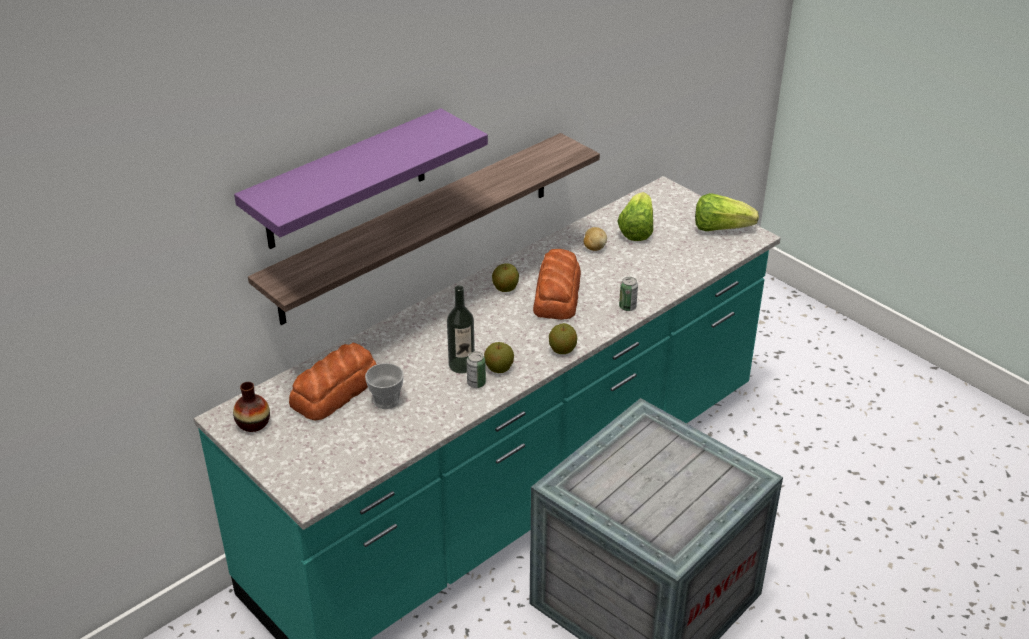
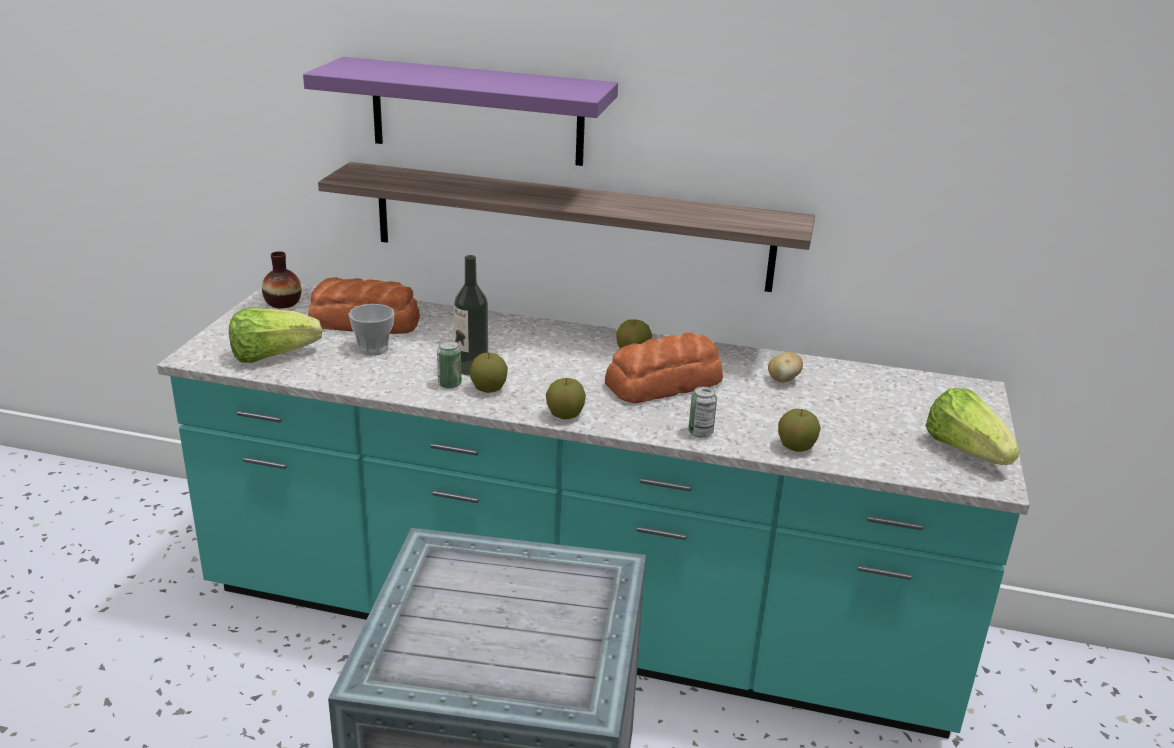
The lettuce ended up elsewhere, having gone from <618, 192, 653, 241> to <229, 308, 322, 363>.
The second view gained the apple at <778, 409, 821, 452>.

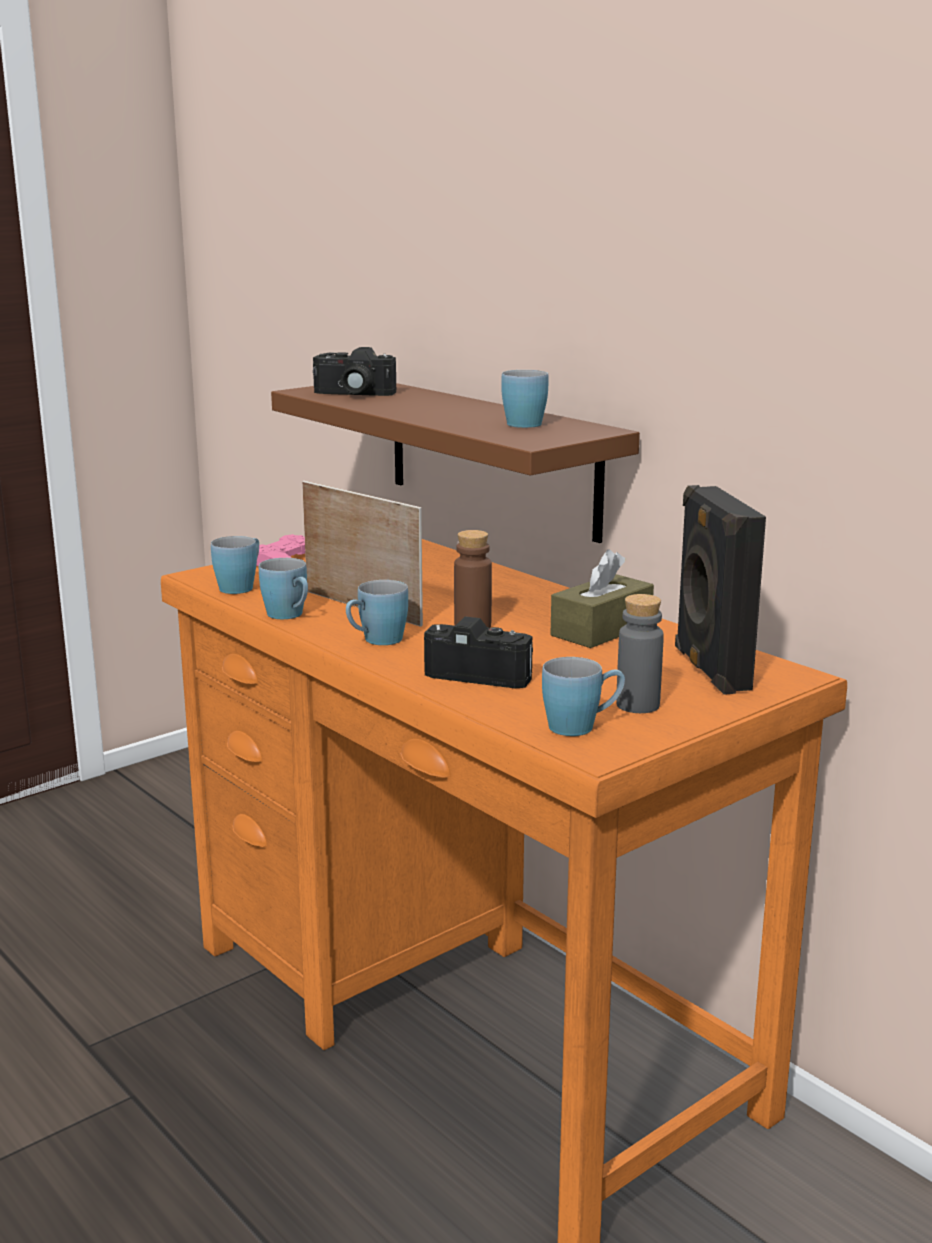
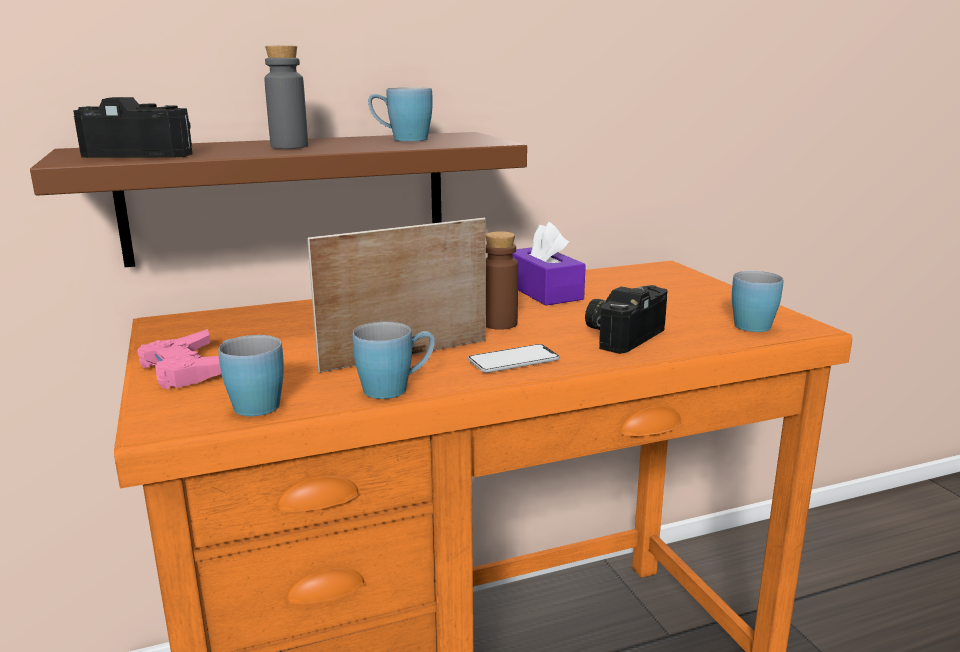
The still camera at <313, 347, 397, 396> ended up facing another way, 120 degrees counterclockwise from before.
The beverage bottle in greyish ended up elsewhere, having gone from <616, 594, 664, 713> to <264, 46, 308, 149>.
Where the mug in blue-coloured stood at <346, 580, 408, 645>, the telephone came to stand at <468, 344, 560, 373>.
What was the tissue box in brown-coloured at <551, 549, 654, 648> turned into the tissue box in purple at <513, 222, 586, 306>.
The second view lost the speaker in black-coloured at <675, 485, 766, 695>.

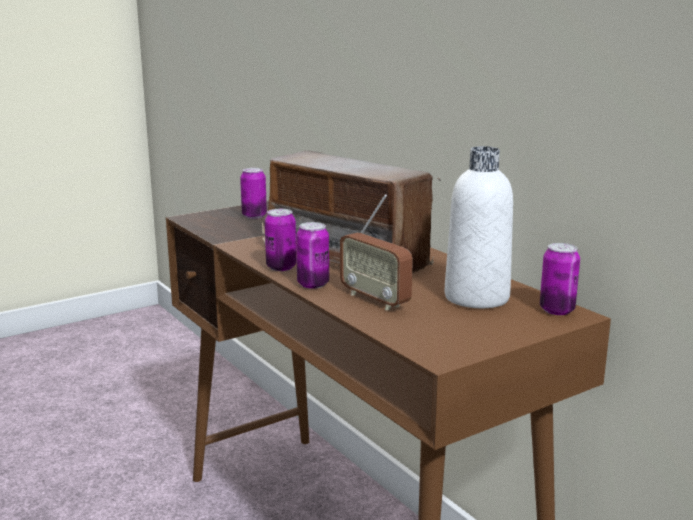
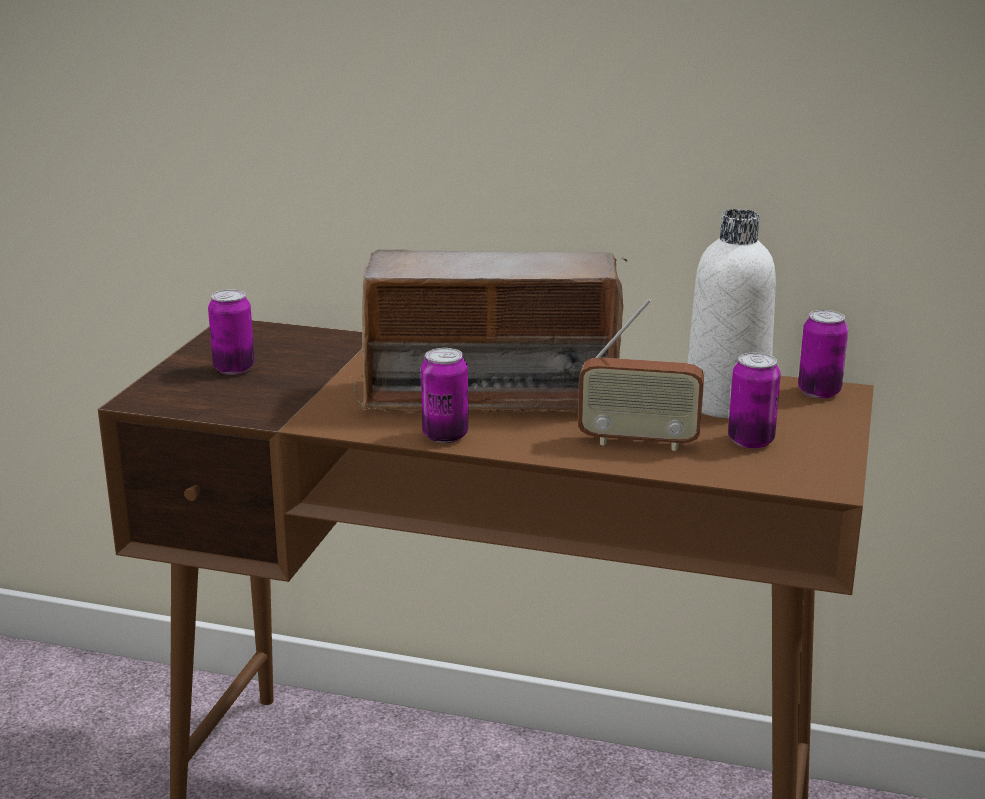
The sealed can ended up elsewhere, having gone from <296, 222, 329, 289> to <728, 353, 781, 449>.

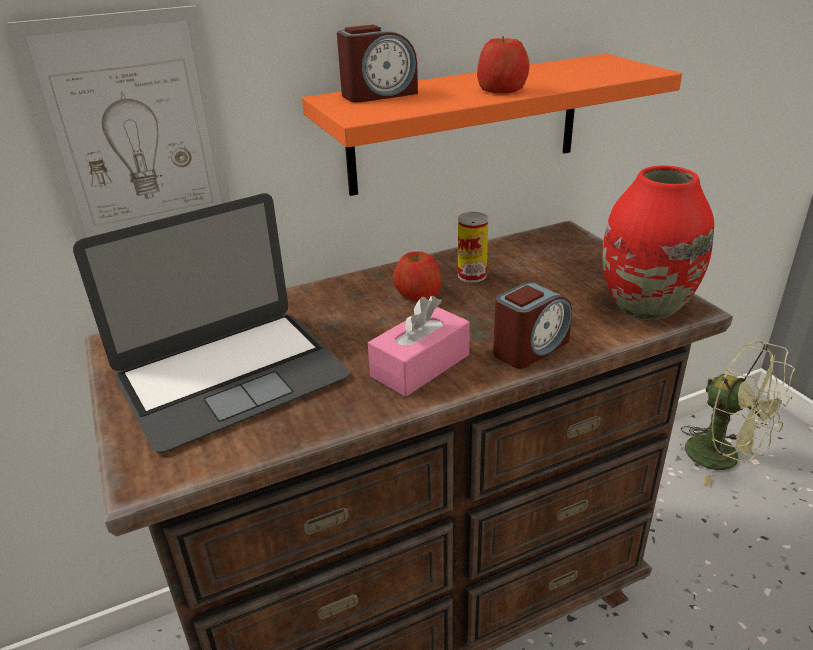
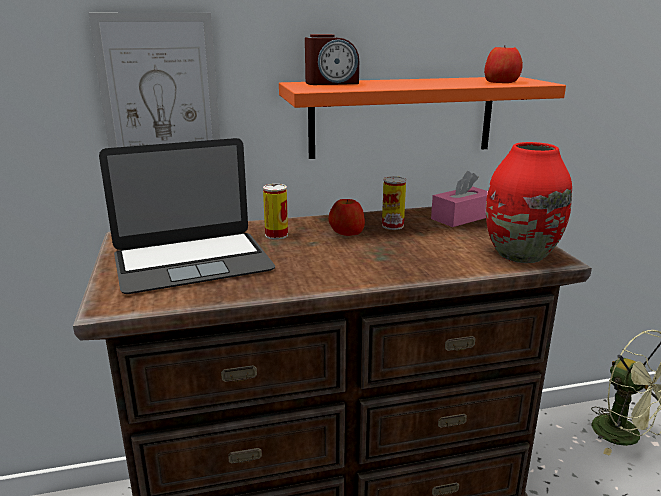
The second view gained the sealed can at <263, 184, 288, 240>.
The tissue box in pinkish ended up elsewhere, having gone from <368, 296, 470, 397> to <431, 171, 488, 227>.
The apple ended up elsewhere, having gone from <477, 36, 529, 93> to <484, 45, 523, 83>.
The second view lost the table clock at <493, 282, 572, 369>.

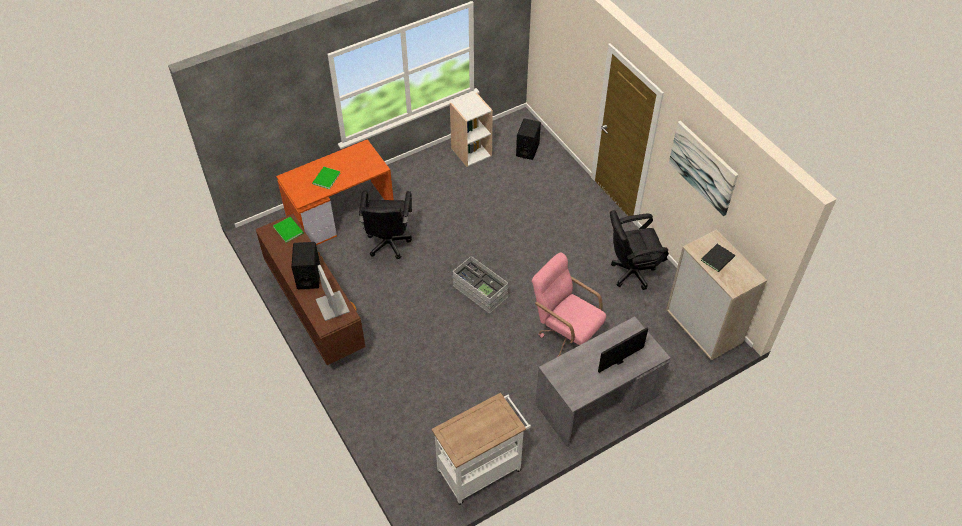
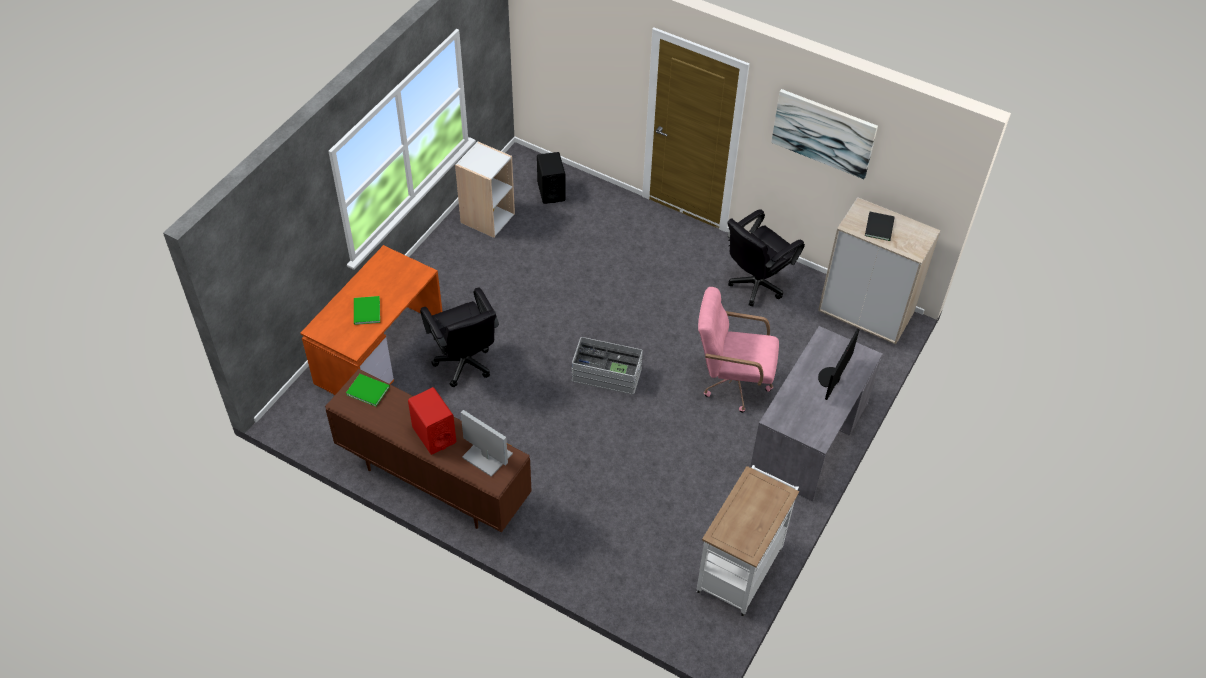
What was the speaker in black-coloured at <291, 242, 320, 289> turned into the speaker in red-coloured at <408, 387, 456, 455>.

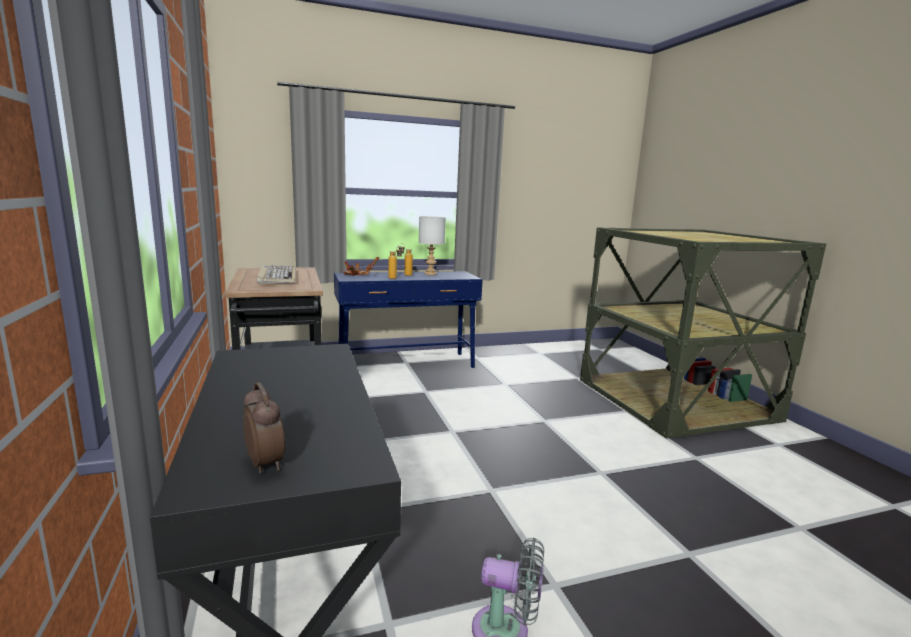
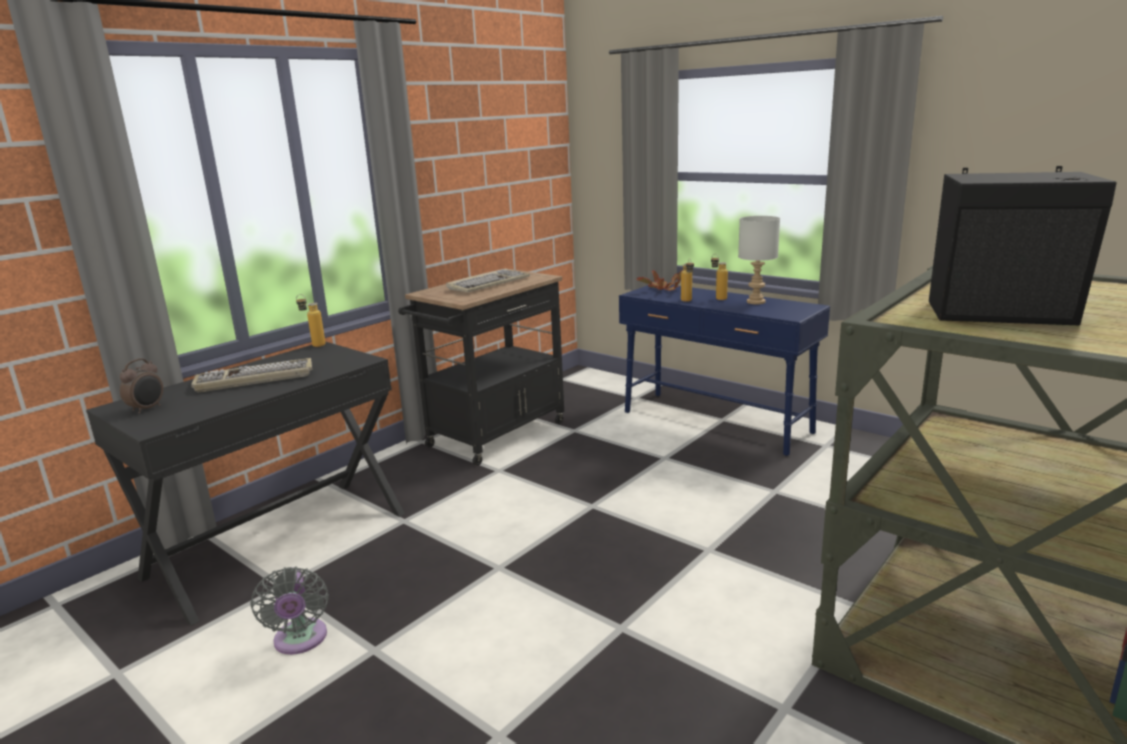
The second view gained the computer keyboard at <191, 358, 312, 393>.
The second view gained the beverage bottle at <296, 294, 326, 347>.
The second view gained the speaker in black-coloured at <929, 166, 1117, 325>.

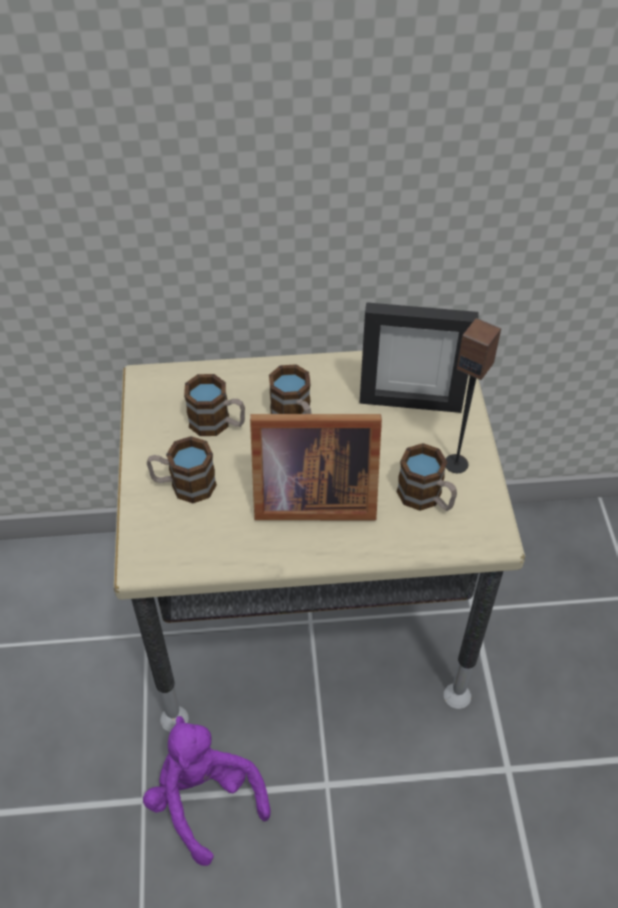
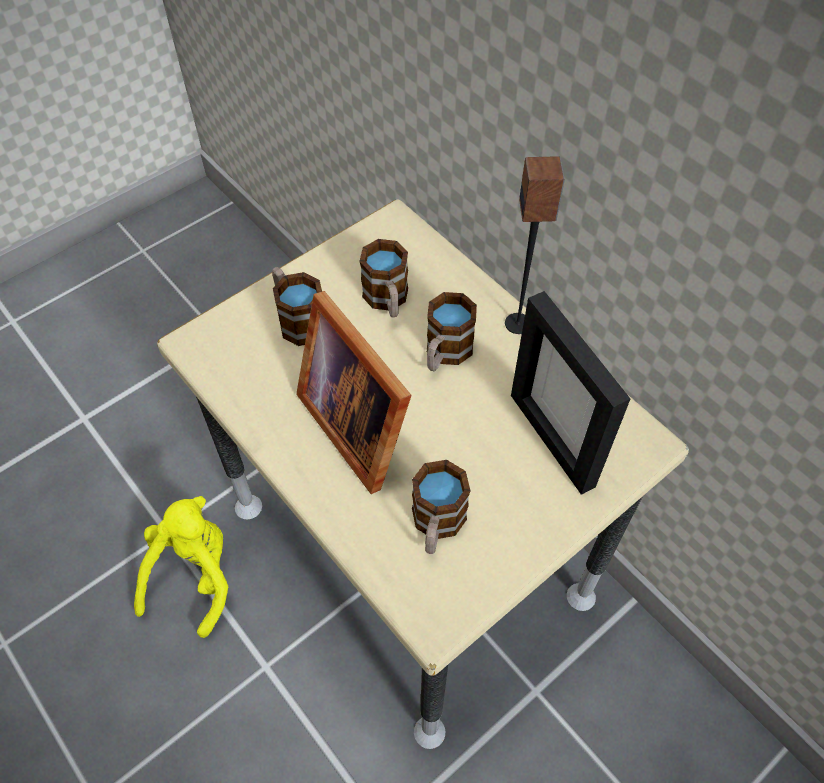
What was the cuddly toy in purple at <143, 716, 270, 866> turned into the cuddly toy in yellowish at <134, 496, 229, 638>.
The speaker ended up elsewhere, having gone from <446, 318, 501, 473> to <505, 156, 565, 334>.

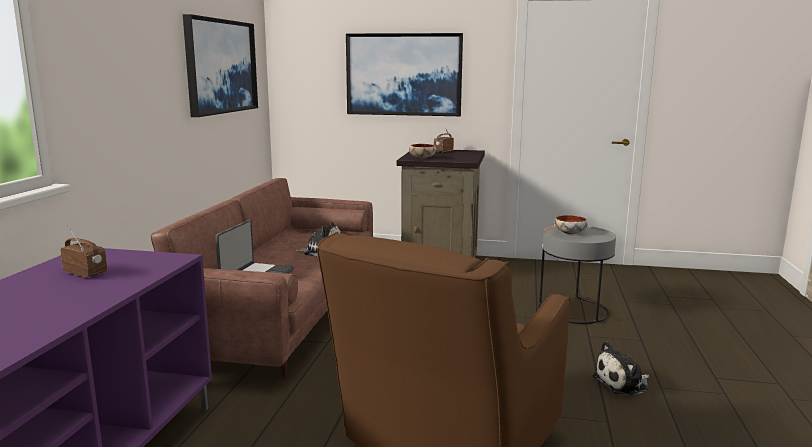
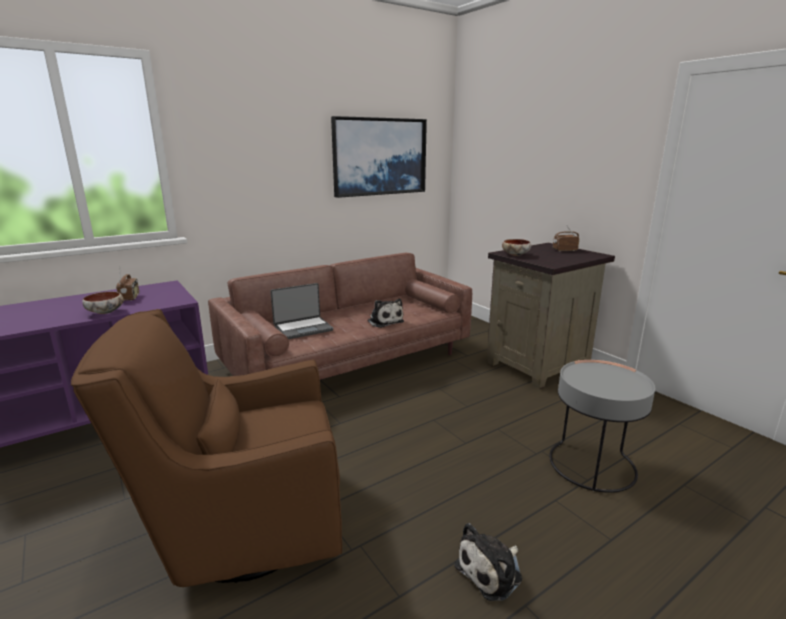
The serving bowl ended up elsewhere, having gone from <554, 215, 588, 234> to <82, 292, 124, 314>.
The cuddly toy at <592, 341, 650, 396> ended up facing another way, 60 degrees counterclockwise from before.
The second view lost the wall art at <346, 33, 463, 116>.

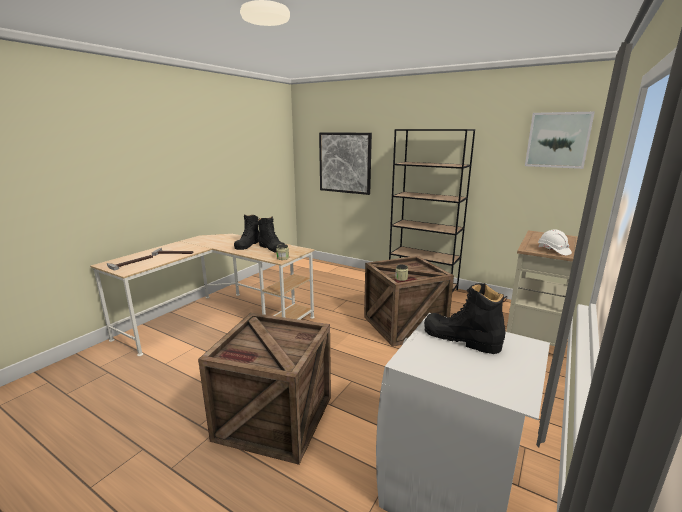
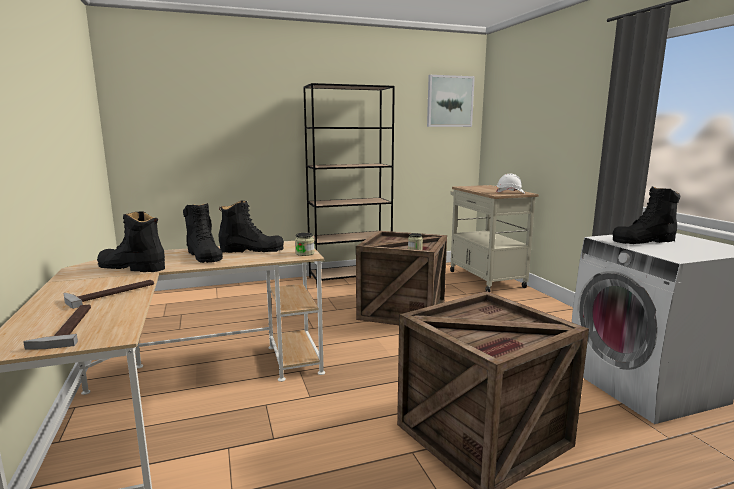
The second view gained the boot in black-coloured at <97, 211, 165, 272>.
The second view lost the wall art at <319, 132, 372, 195>.

